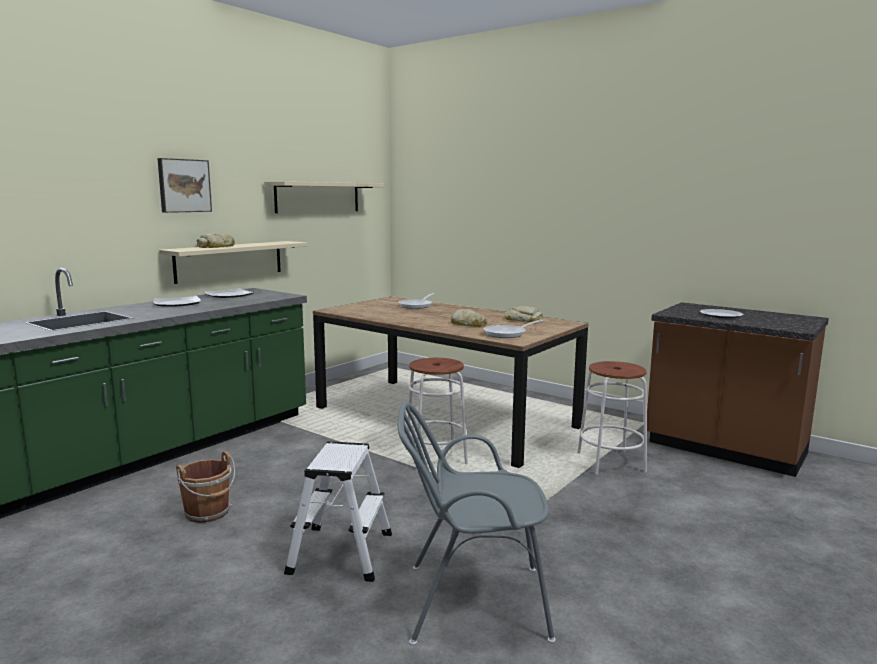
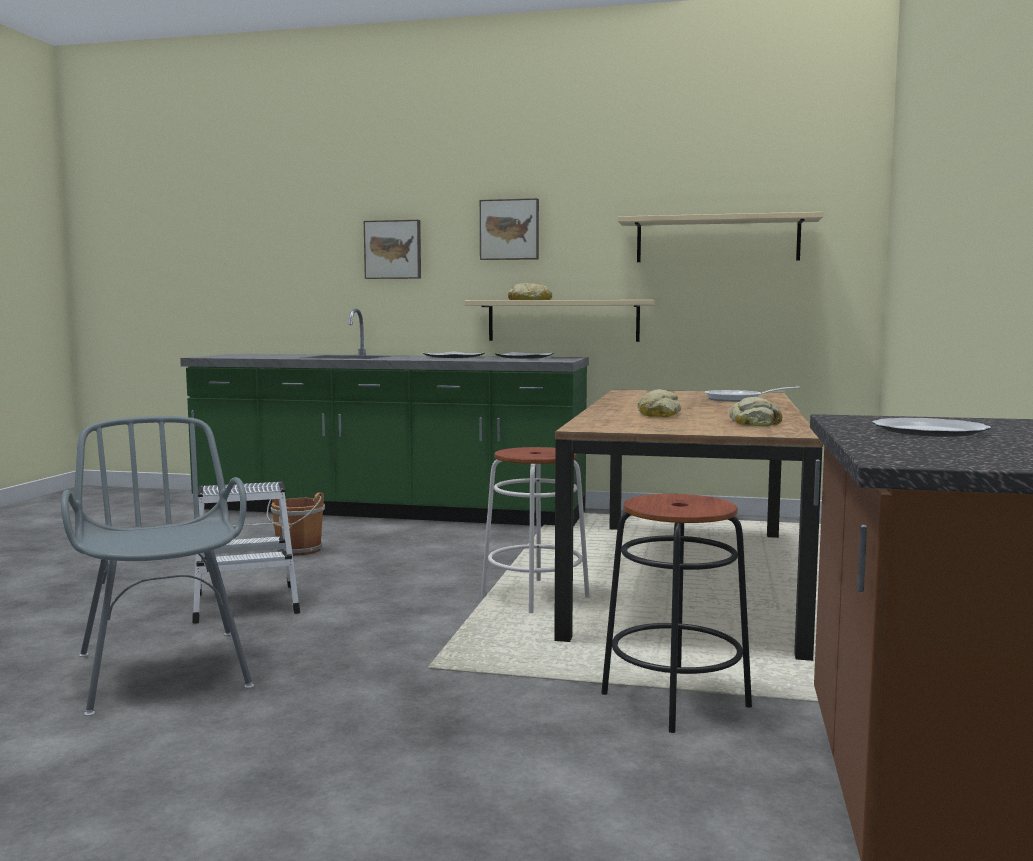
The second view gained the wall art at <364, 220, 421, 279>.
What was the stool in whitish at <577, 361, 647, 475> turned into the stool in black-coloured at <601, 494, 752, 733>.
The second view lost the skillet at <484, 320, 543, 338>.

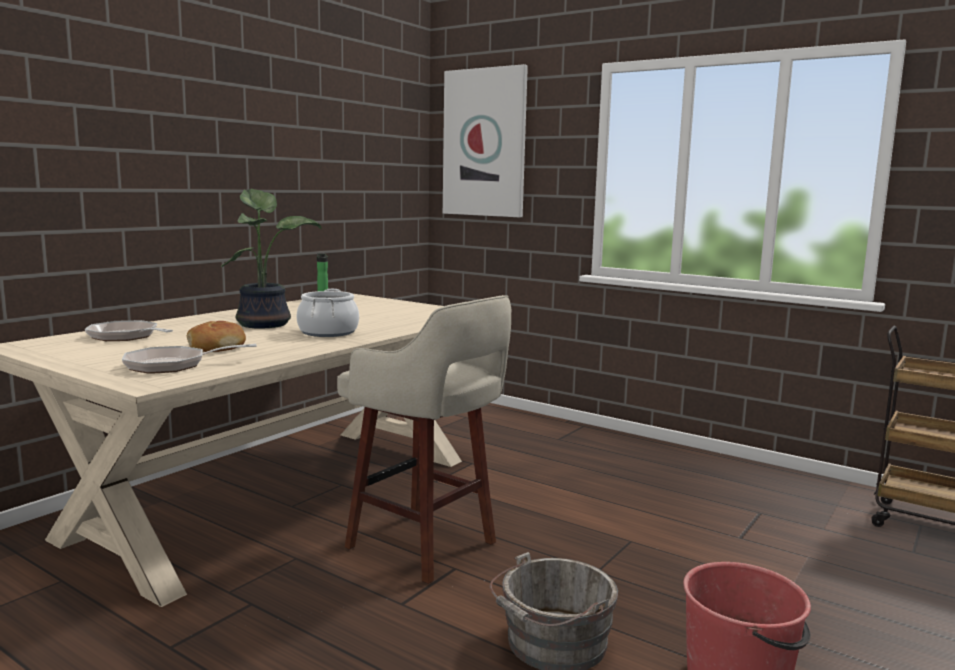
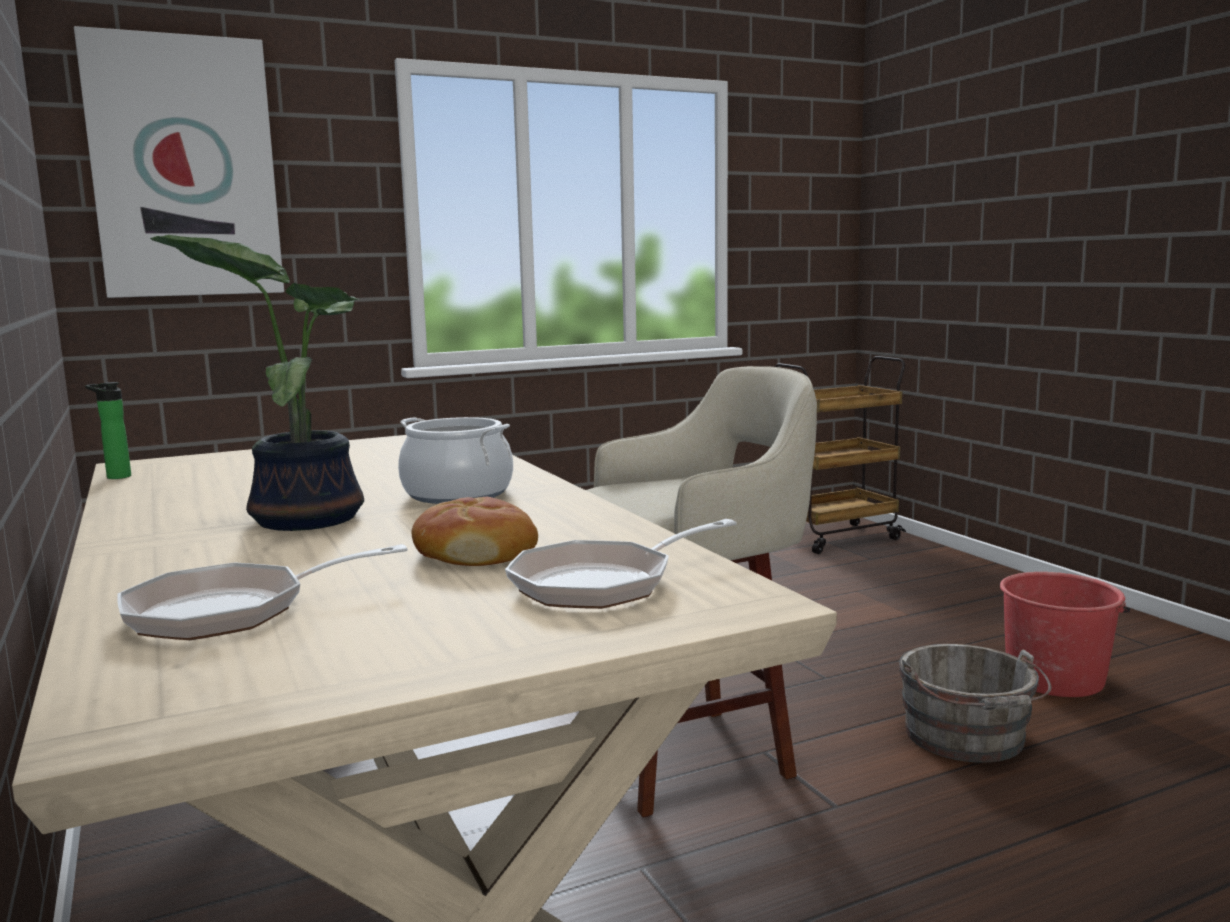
The skillet at <122, 344, 257, 374> ended up facing another way, 45 degrees clockwise from before.

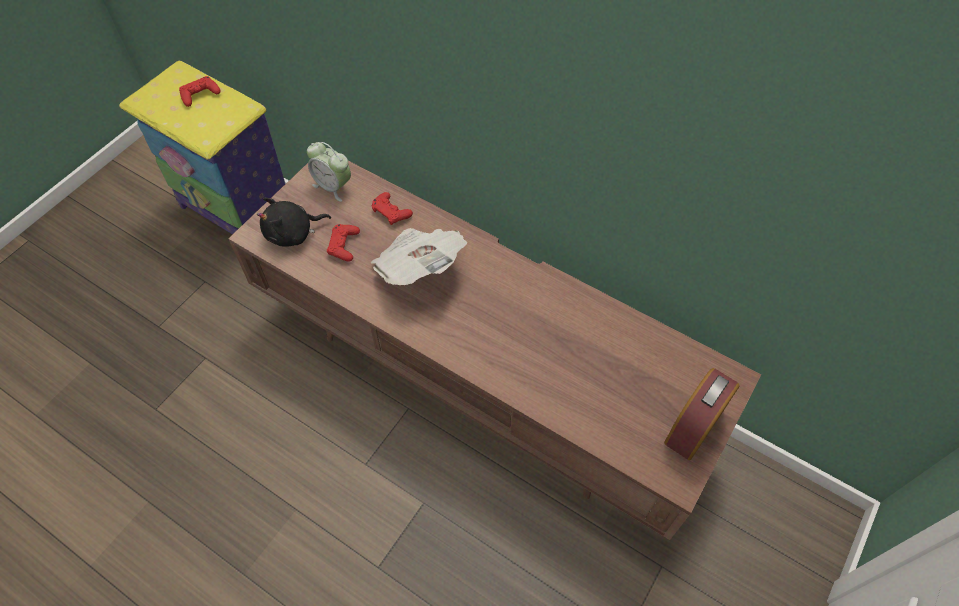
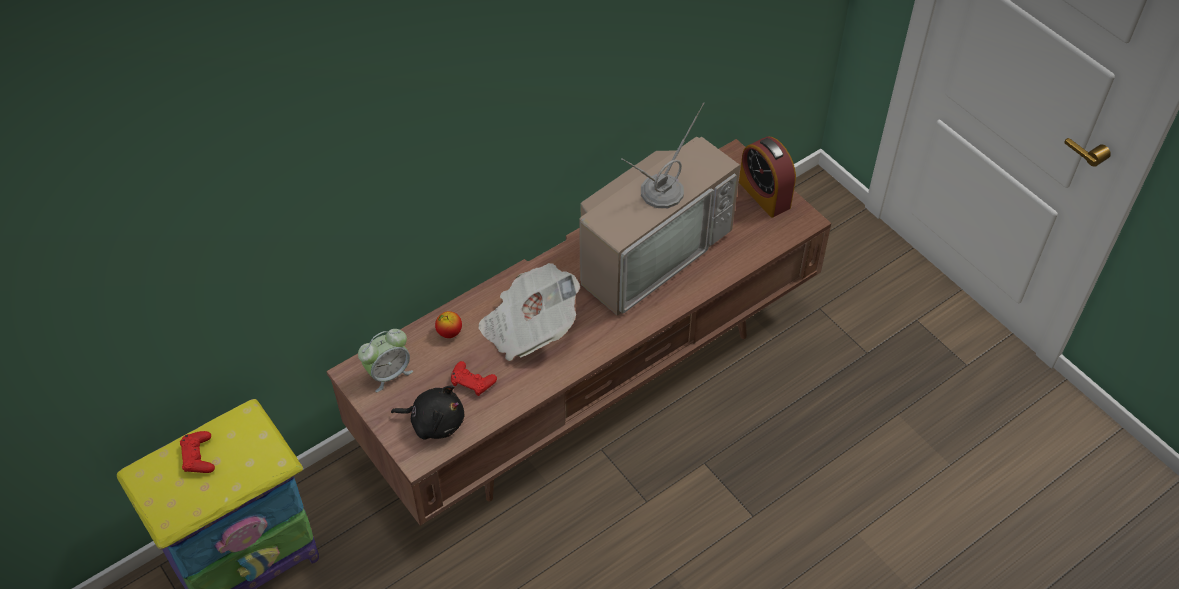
The cuddly toy in black-coloured at <257, 197, 331, 247> ended up facing another way, 75 degrees counterclockwise from before.
Where the joypad in red-coloured stood at <372, 192, 413, 225>, the apple came to stand at <435, 311, 462, 338>.
The second view gained the television at <579, 102, 740, 316>.

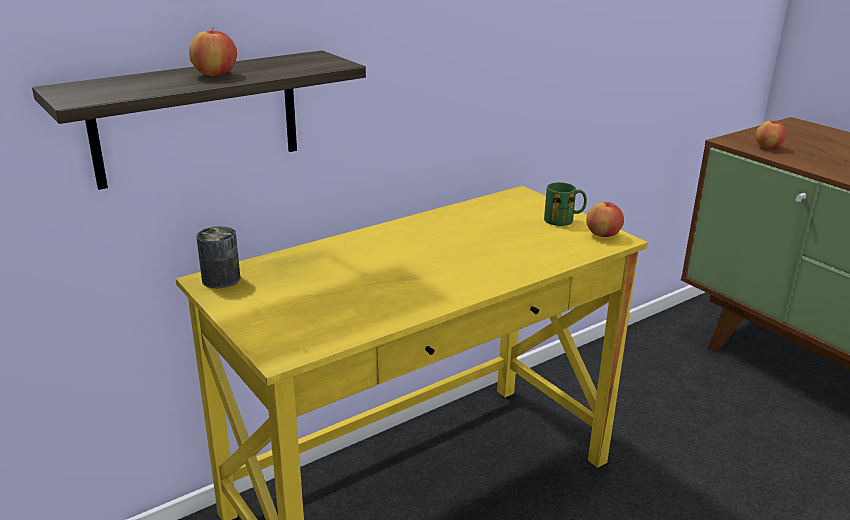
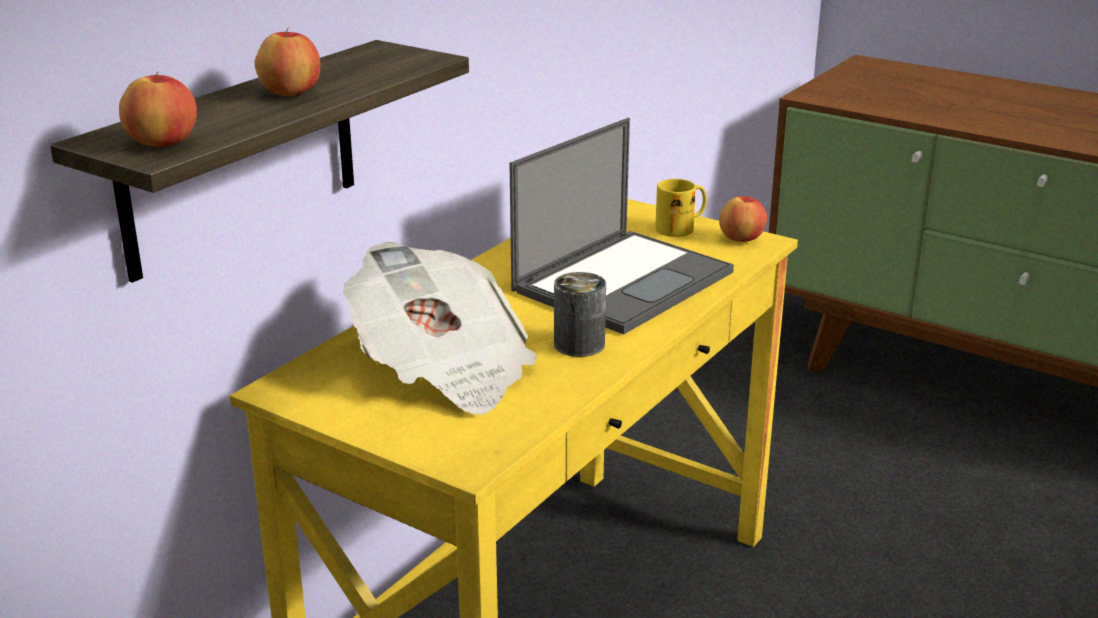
The apple ended up elsewhere, having gone from <755, 120, 787, 149> to <119, 71, 197, 147>.
The second view gained the printed paper at <343, 242, 538, 415>.
The second view gained the notebook computer at <510, 118, 734, 335>.
The sealed can ended up elsewhere, having gone from <196, 226, 240, 288> to <554, 272, 606, 357>.
What was the mug in greenish at <544, 182, 587, 226> turned into the mug in yellowish at <655, 179, 707, 237>.

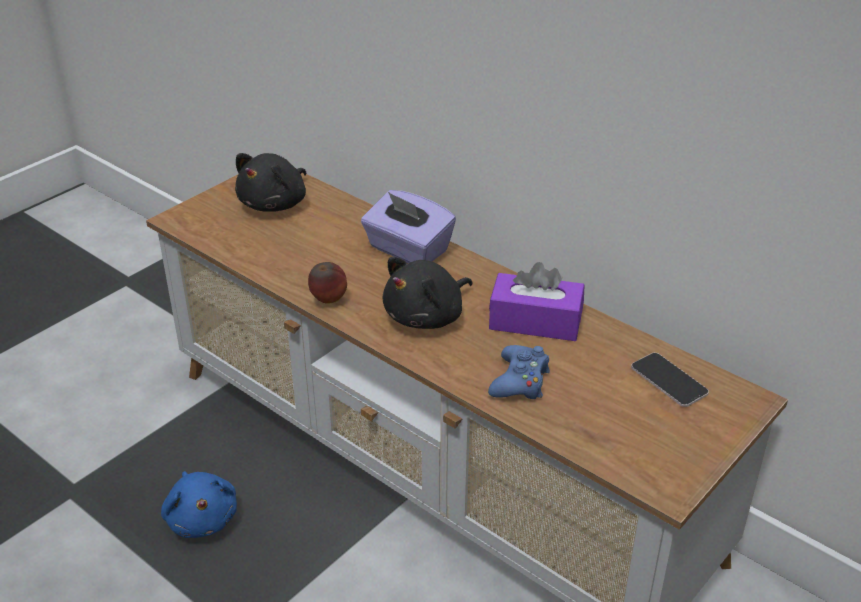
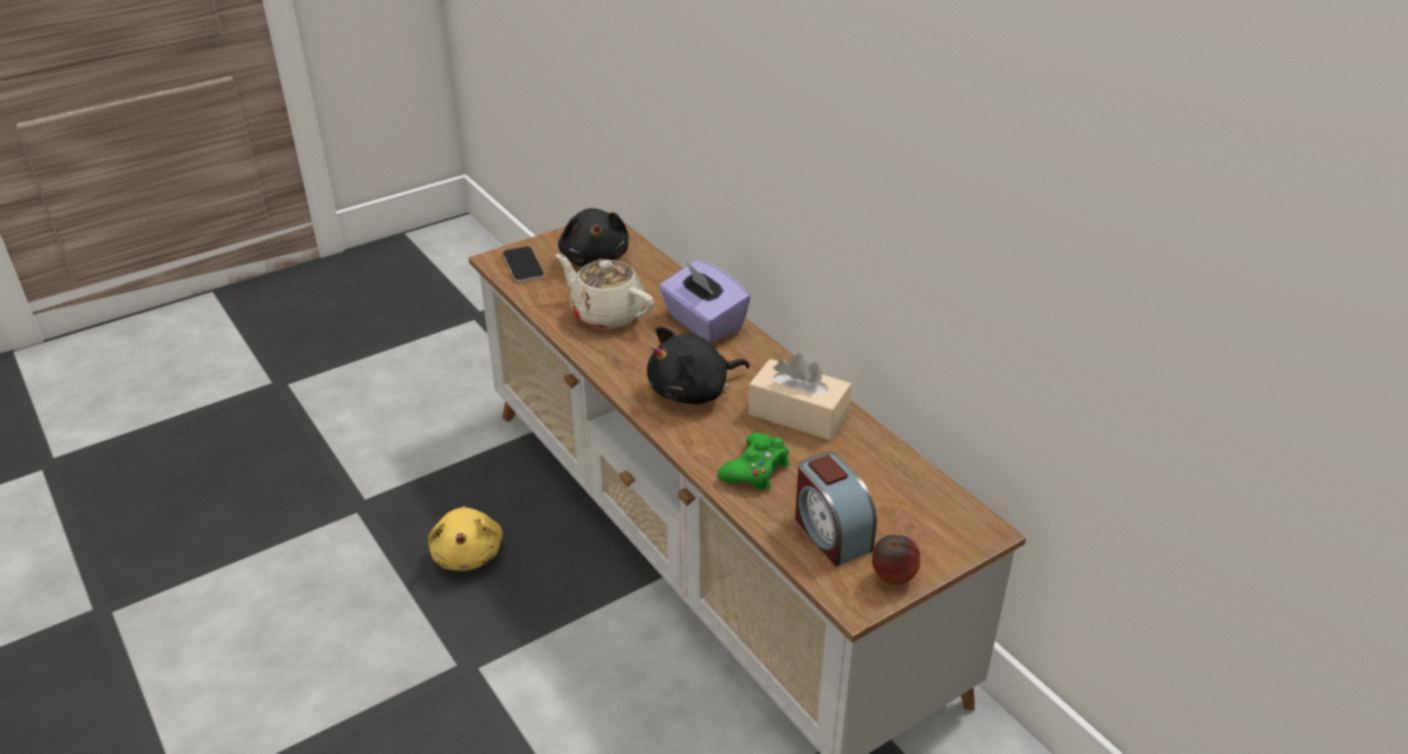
What was the cuddly toy in blue-coloured at <161, 471, 237, 538> turned into the cuddly toy in yellowish at <428, 506, 503, 571>.
The telephone ended up elsewhere, having gone from <631, 353, 709, 407> to <503, 246, 545, 282>.
The second view gained the tea pot in beige at <556, 254, 654, 329>.
The cuddly toy in black-coloured at <235, 153, 306, 212> ended up facing another way, 60 degrees counterclockwise from before.
What was the joypad in blue-coloured at <488, 345, 550, 399> turned into the joypad in greenish at <717, 433, 790, 490>.
What was the tissue box in purple at <489, 262, 585, 341> turned into the tissue box in beige at <748, 353, 852, 440>.
The second view gained the table clock at <795, 452, 877, 567>.
The apple ended up elsewhere, having gone from <308, 262, 347, 304> to <872, 535, 920, 585>.

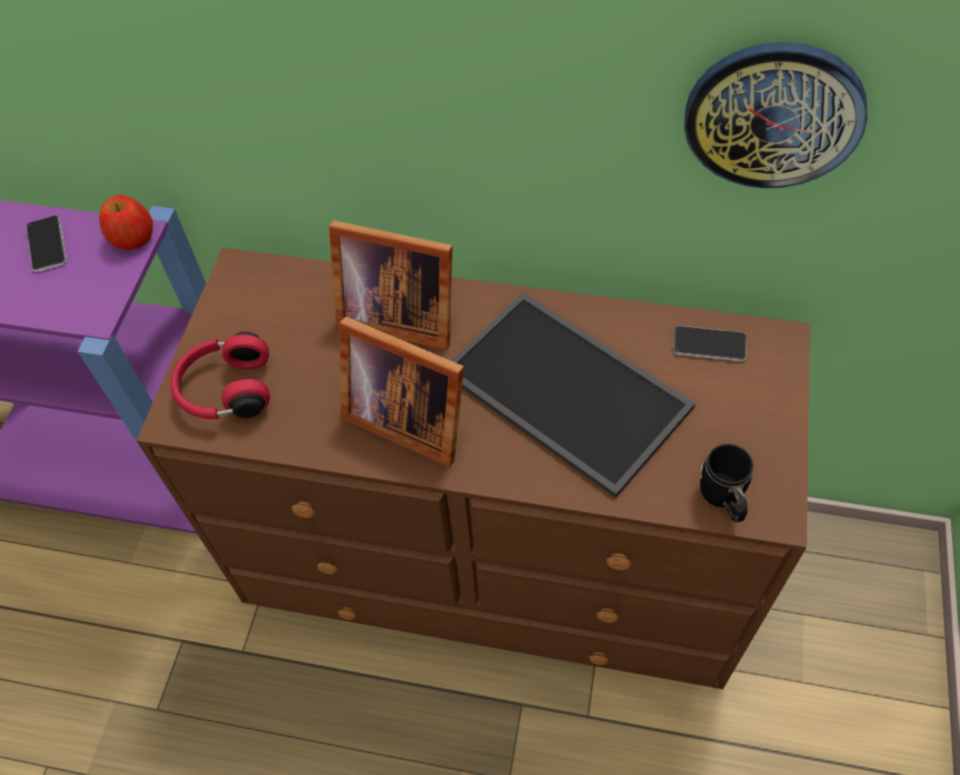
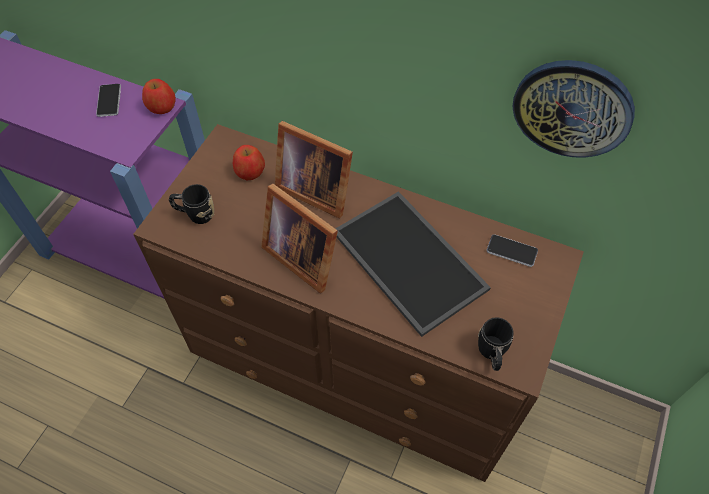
Where the headset in red-coloured stood at <171, 332, 270, 419>, the mug in black-coloured came to stand at <169, 184, 214, 224>.
The second view gained the apple at <233, 145, 265, 180>.

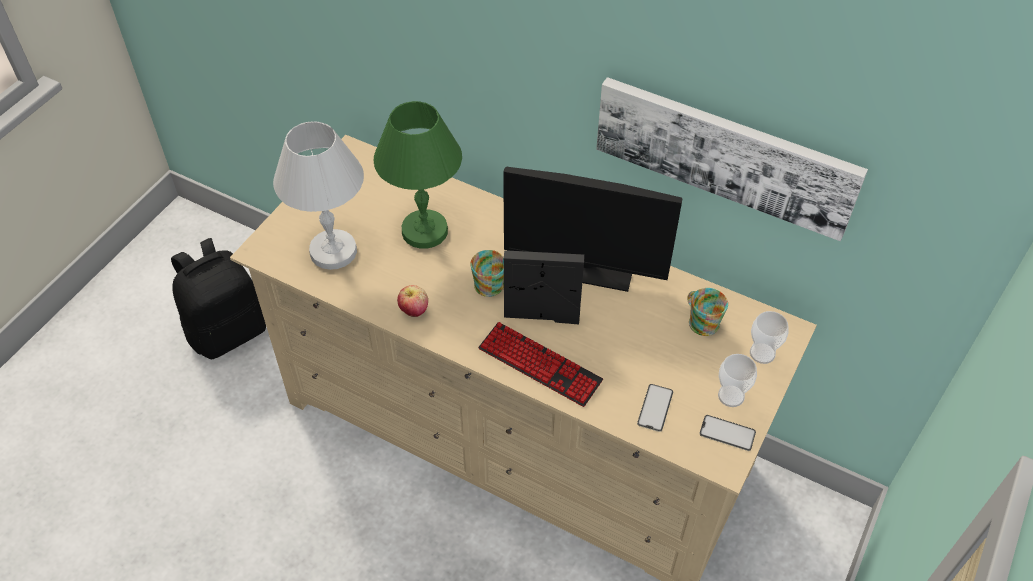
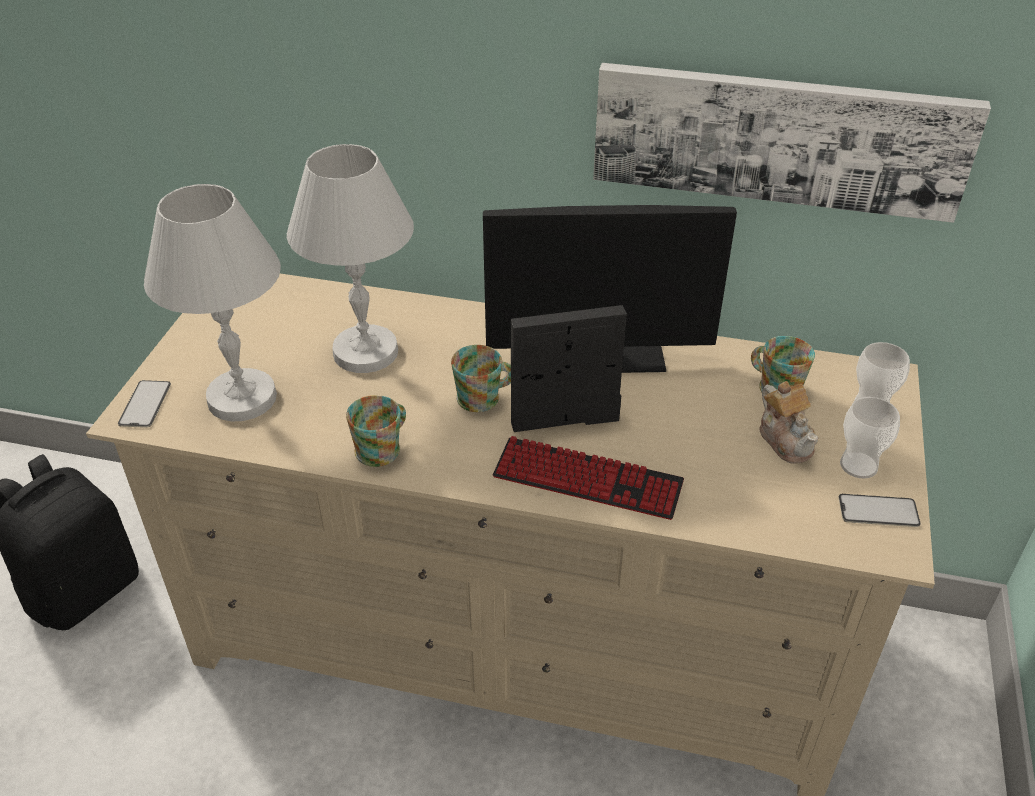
The telephone ended up elsewhere, having gone from <637, 384, 673, 432> to <118, 380, 171, 428>.
What was the lamp for a table in greenish at <374, 101, 462, 249> turned into the lamp for a table in whitish at <287, 144, 414, 373>.
Where the apple stood at <397, 285, 428, 317>, the mug came to stand at <346, 395, 406, 467>.
The second view gained the tea pot at <759, 381, 818, 464>.

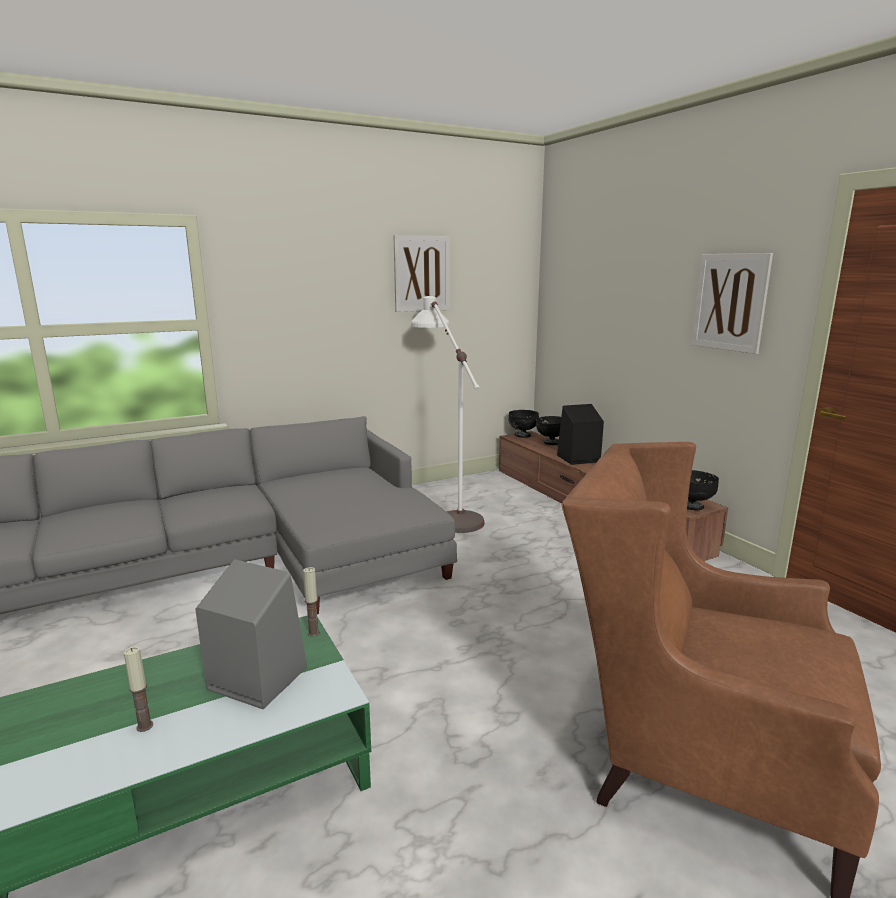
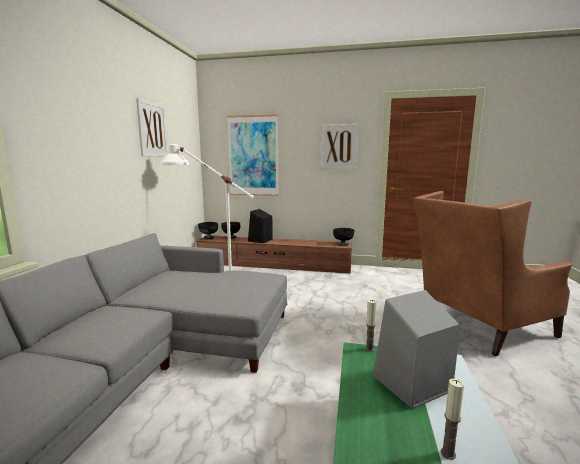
The second view gained the wall art at <227, 114, 279, 196>.

